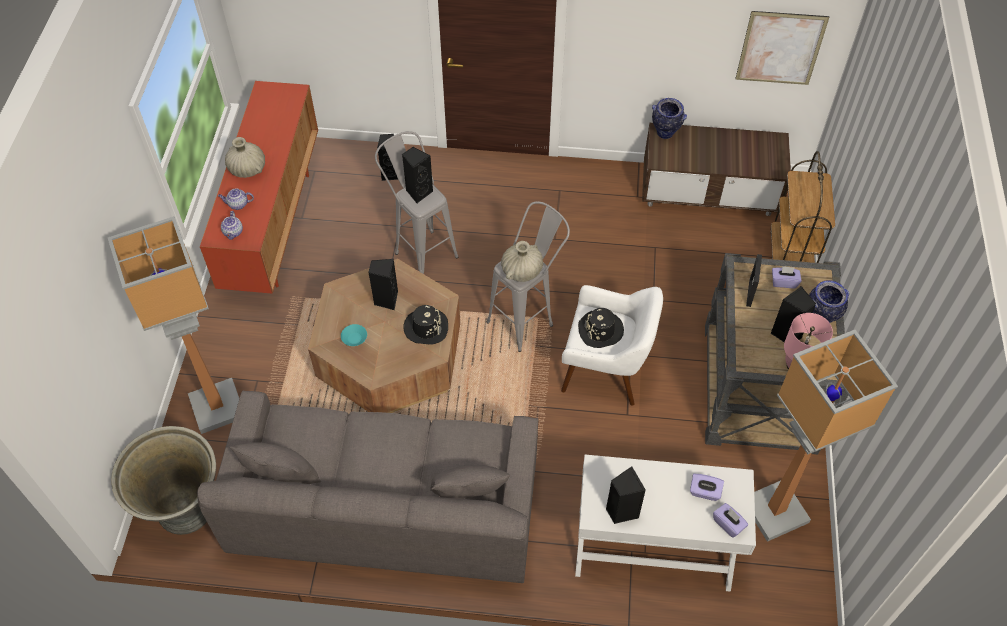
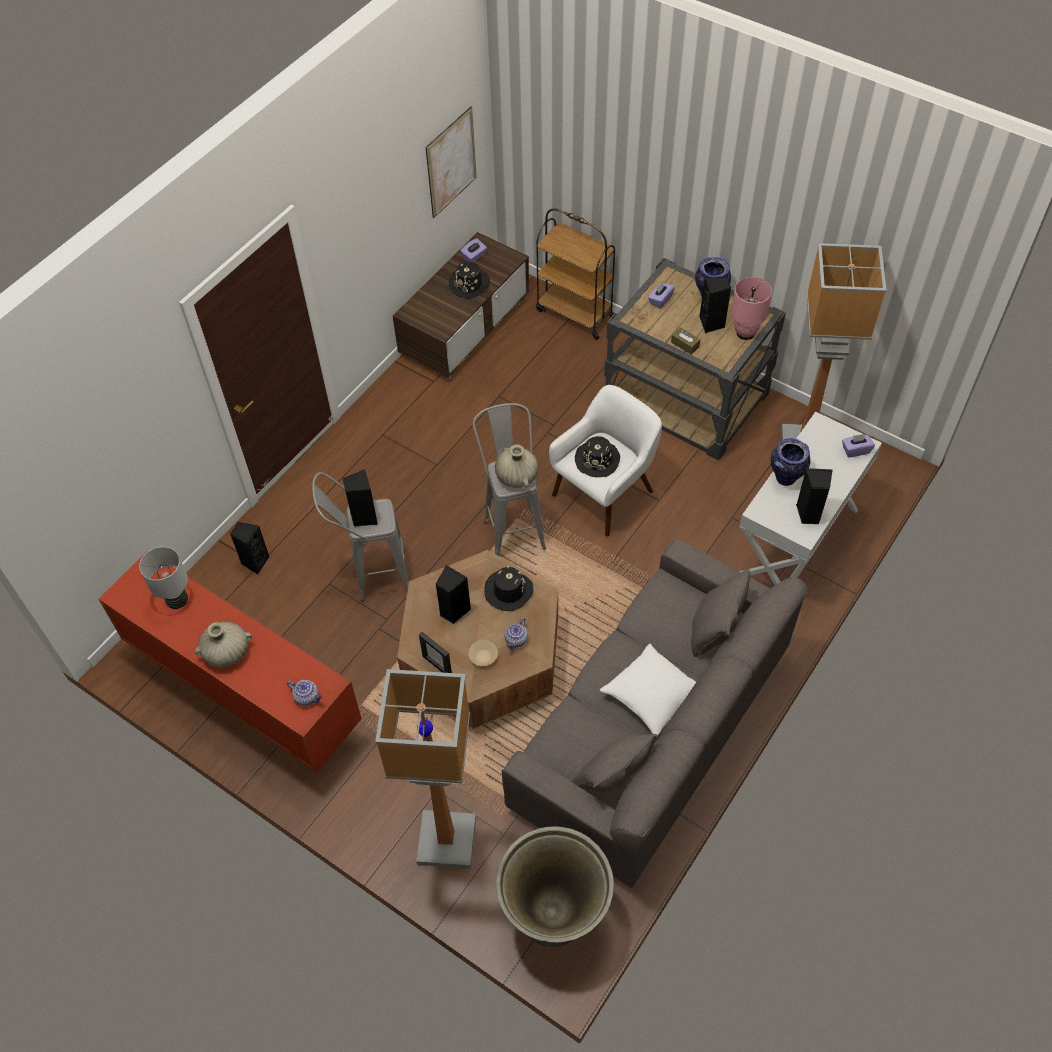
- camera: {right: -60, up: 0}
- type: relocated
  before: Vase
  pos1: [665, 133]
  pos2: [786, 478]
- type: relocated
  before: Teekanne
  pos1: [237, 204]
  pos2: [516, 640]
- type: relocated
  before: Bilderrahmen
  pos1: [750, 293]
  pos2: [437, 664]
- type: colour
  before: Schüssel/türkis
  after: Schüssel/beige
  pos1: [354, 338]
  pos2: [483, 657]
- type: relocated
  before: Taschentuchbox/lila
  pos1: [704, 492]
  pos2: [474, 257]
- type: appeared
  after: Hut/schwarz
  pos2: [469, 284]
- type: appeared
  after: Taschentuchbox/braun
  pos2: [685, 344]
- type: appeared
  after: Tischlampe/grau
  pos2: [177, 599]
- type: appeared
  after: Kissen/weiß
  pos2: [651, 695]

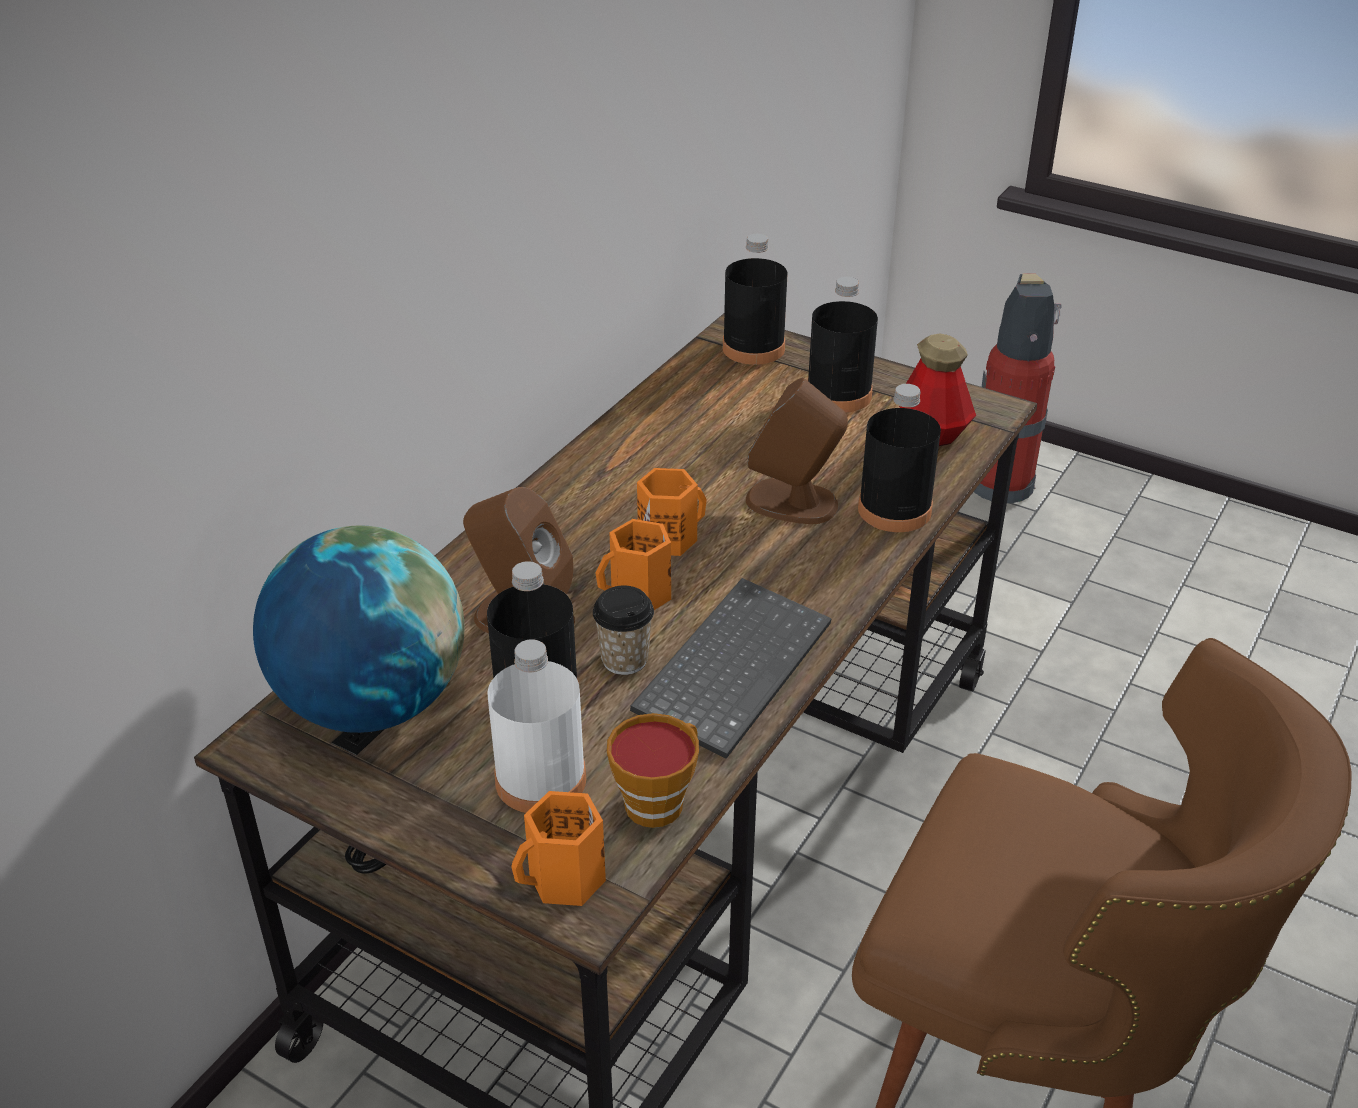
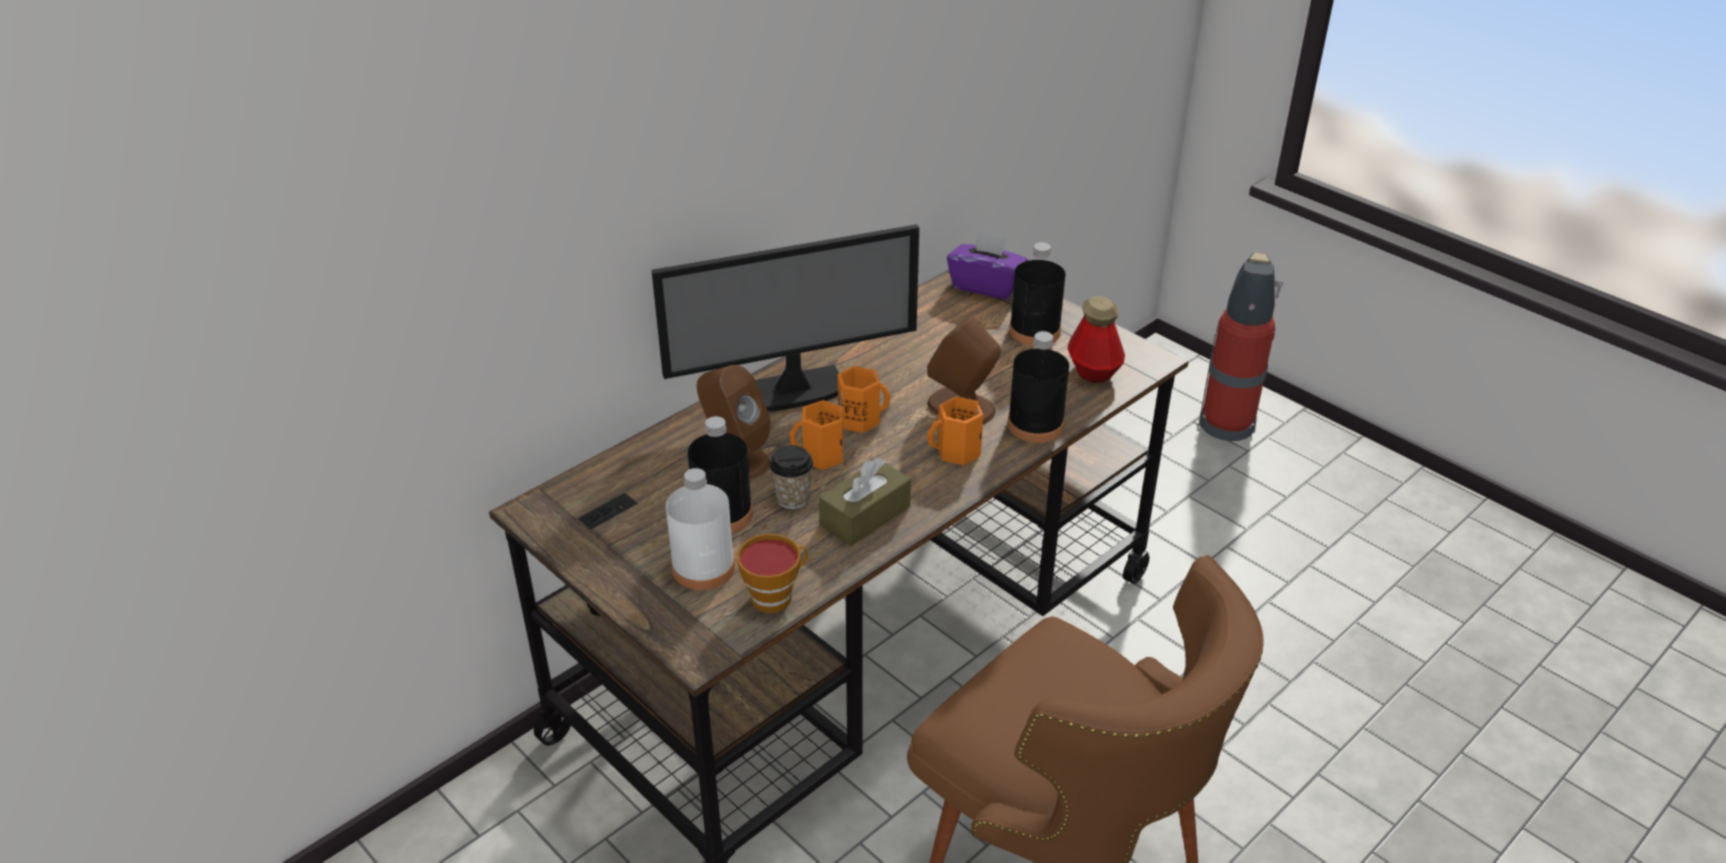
- camera: {right: 15, up: 0}
- type: exchanged
  before: Flasche/schwarz
  after: Taschentuchbox/lila
  pos1: [753, 348]
  pos2: [986, 286]
- type: missing
  before: Globus
  pos1: [372, 703]
- type: exchanged
  before: Tastatur
  after: Taschentuchbox/braun
  pos1: [731, 666]
  pos2: [865, 516]
- type: relocated
  before: Henkelbecher/orange
  pos1: [565, 881]
  pos2: [957, 452]
- type: appeared
  after: Monitor
  pos2: [793, 392]

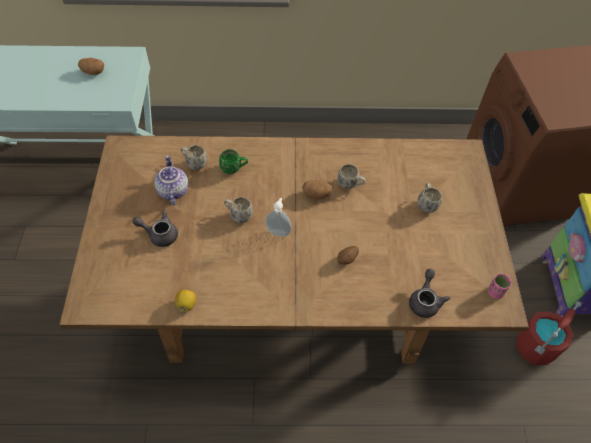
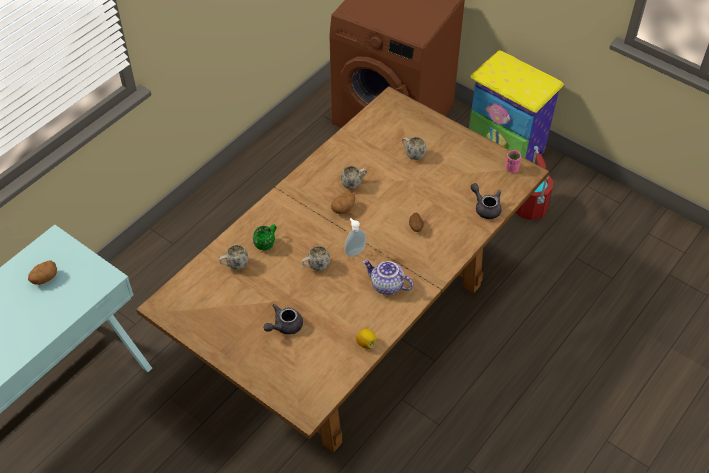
- camera: {right: -50, up: -5}
- type: relocated
  before: Teekanne
  pos1: [172, 190]
  pos2: [386, 286]

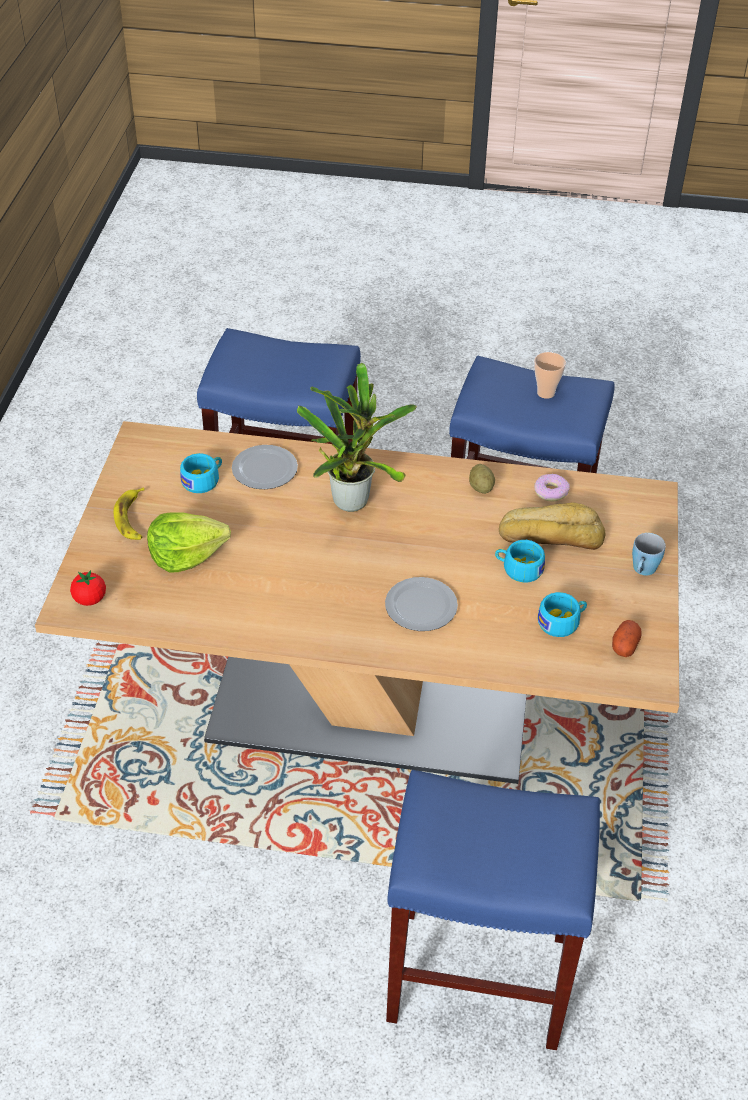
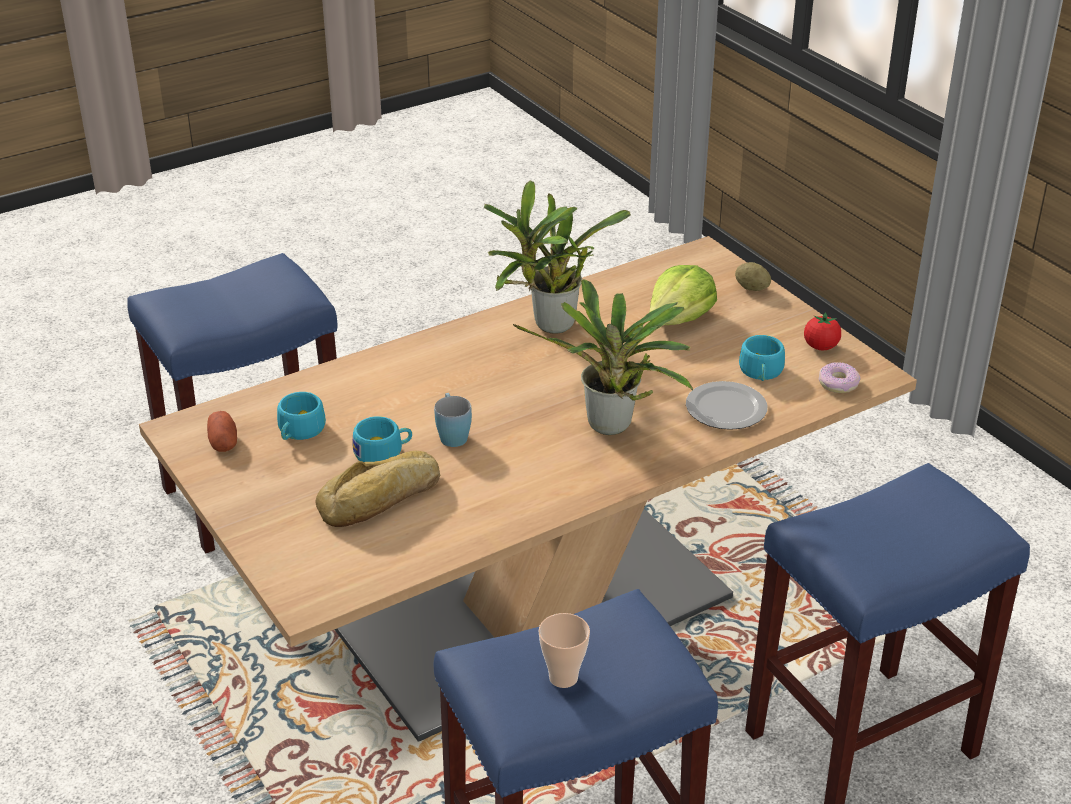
- camera: {right: 140, up: -10}
- type: relocated
  before: Kartoffel
  pos1: [481, 488]
  pos2: [751, 288]
- type: relocated
  before: Donut
  pos1: [550, 492]
  pos2: [838, 383]
- type: missing
  before: Banane
  pos1: [132, 518]
- type: relocated
  before: Henkelbecher/blau
  pos1: [642, 571]
  pos2: [452, 434]
- type: relocated
  before: Tomate
  pos1: [90, 599]
  pos2: [820, 347]
- type: missing
  before: Teller
  pos1: [422, 607]
- type: appeared
  after: Topfpflanze
  pos2: [549, 327]

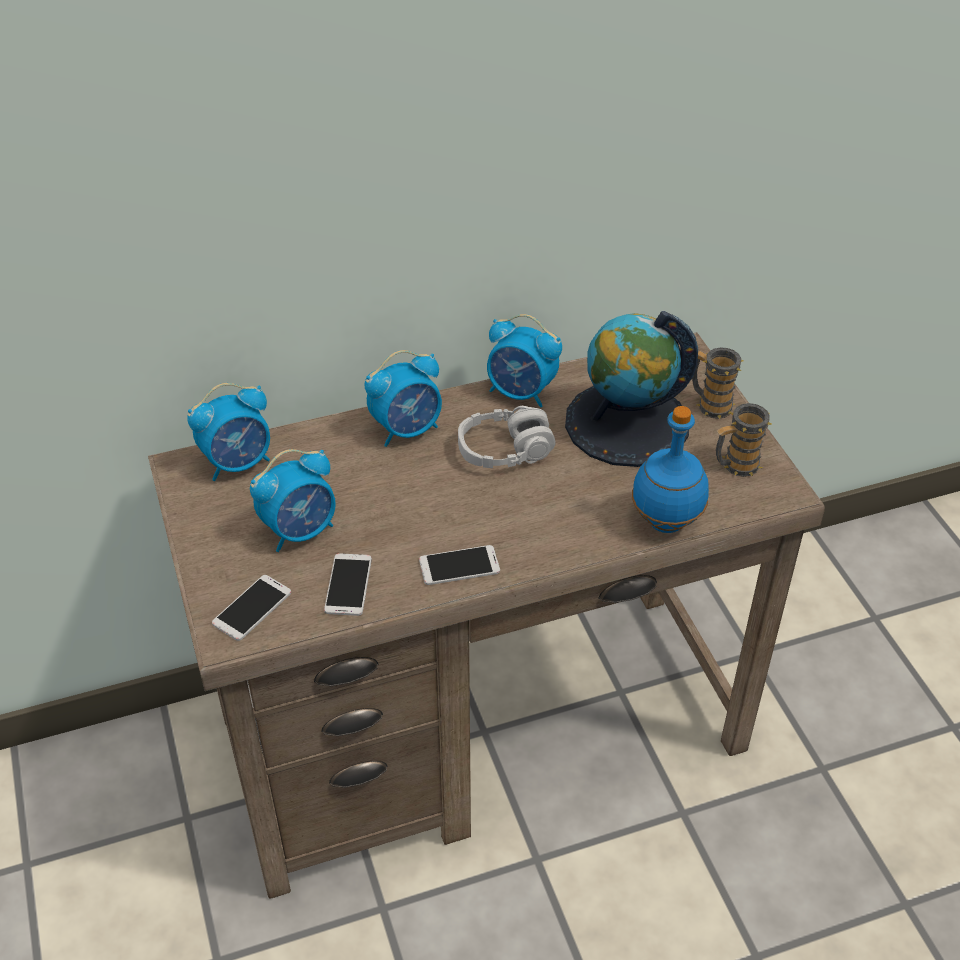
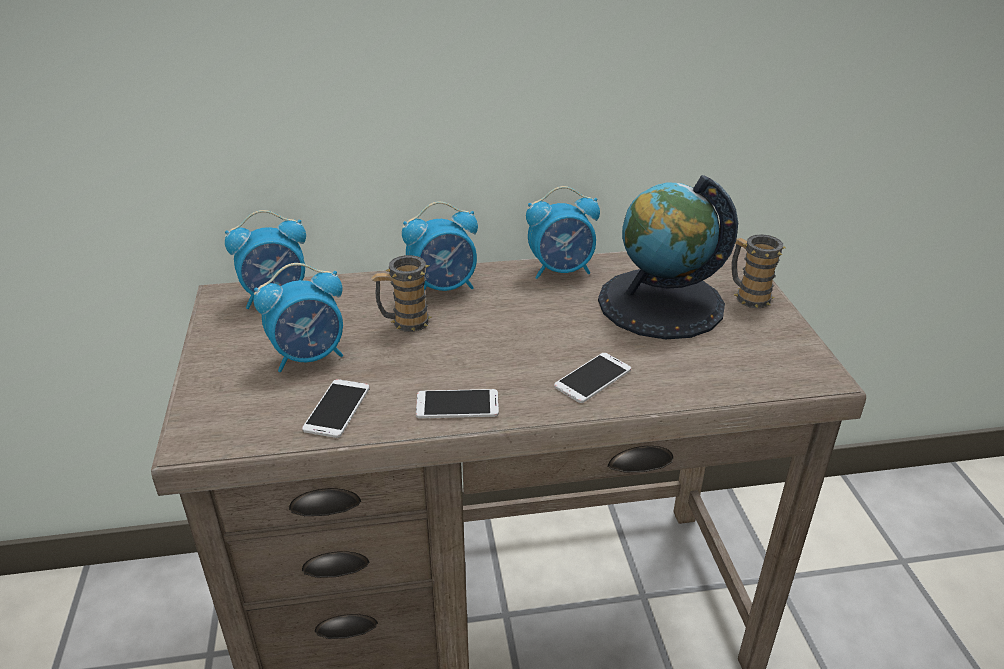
- camera: {right: 10, up: -10}
- type: spun
  before: Wecker
  pos1: [521, 393]
  pos2: [561, 270]
  turn: -45
- type: relocated
  before: Henkelbecher
  pos1: [735, 466]
  pos2: [404, 322]
- type: missing
  before: Kopfhörer/grau
  pos1: [505, 450]
- type: missing
  before: Flasche/blau
  pos1: [666, 522]
- type: relocated
  before: Handy
  pos1: [252, 608]
  pos2: [592, 378]

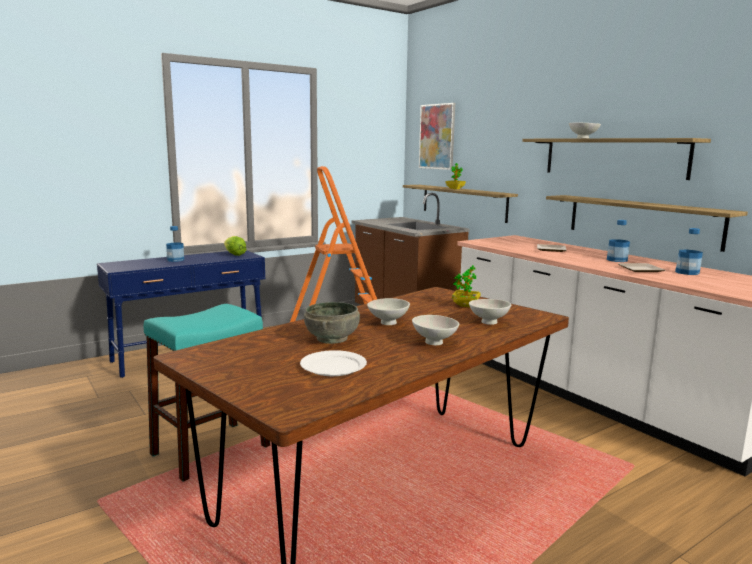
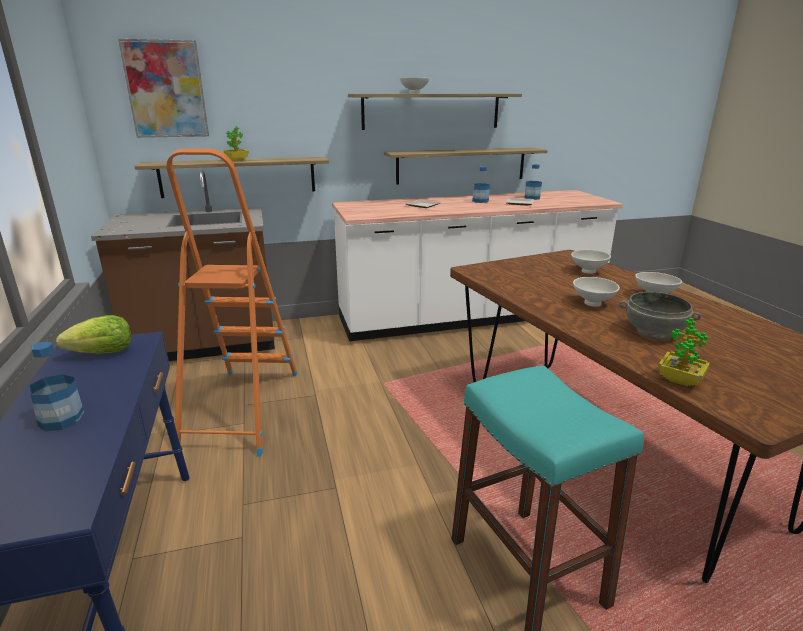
- camera: {right: -70, up: 10}
- type: relocated
  before: Topfpflanze
  pos1: [465, 305]
  pos2: [680, 380]
- type: missing
  before: Teller/weiß
  pos1: [333, 366]

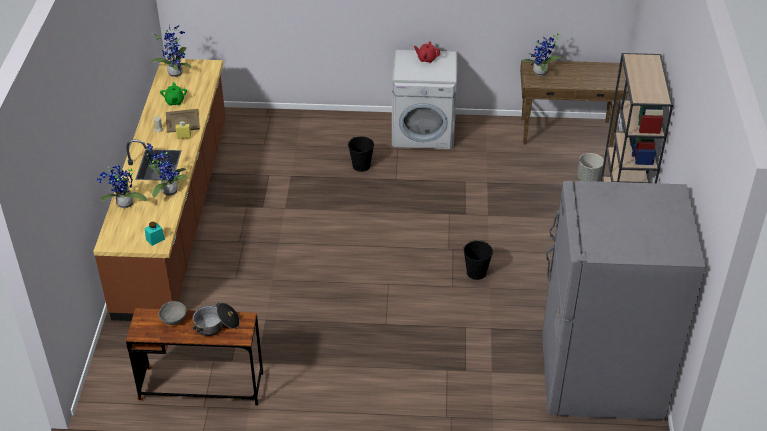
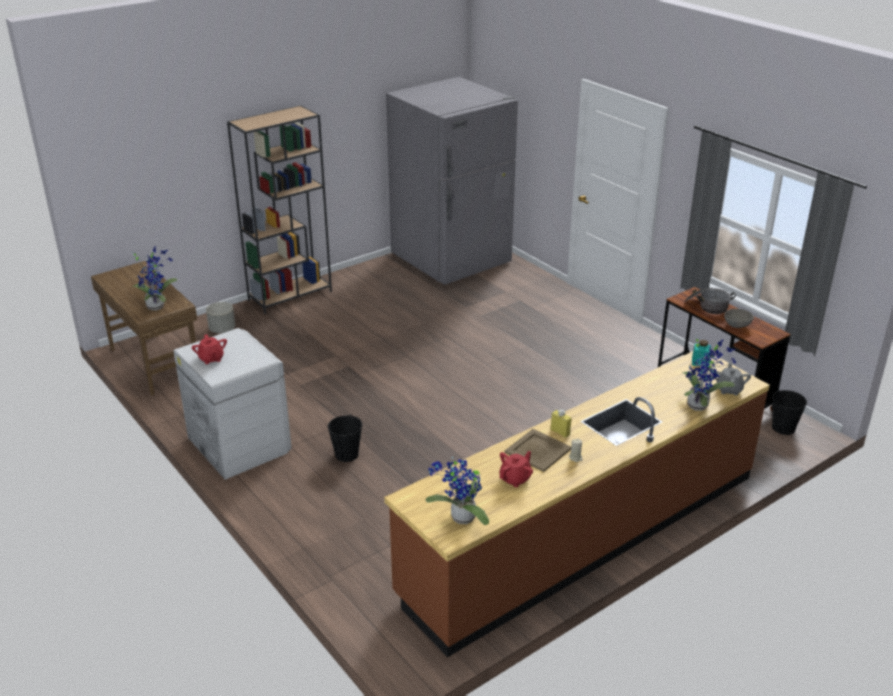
- camera: {right: -130, up: -10}
- type: colour
  before: Teekanne/grün
  after: Teekanne/rot
  pos1: [175, 102]
  pos2: [515, 479]
- type: missing
  before: Topfpflanze
  pos1: [167, 190]
- type: relocated
  before: Eimer/schwarz
  pos1: [476, 272]
  pos2: [783, 427]
- type: appeared
  after: Teekanne/grau
  pos2: [729, 389]

